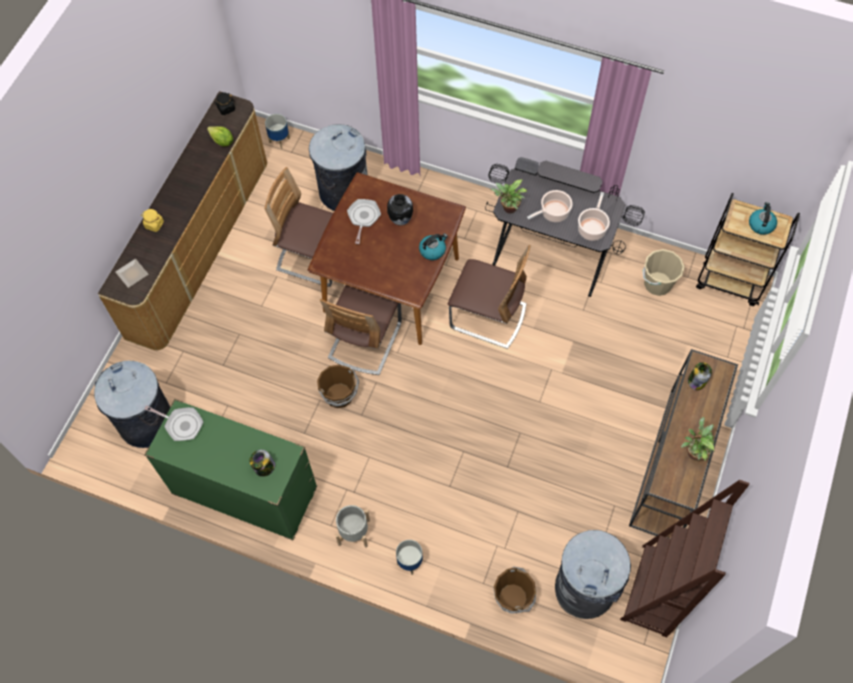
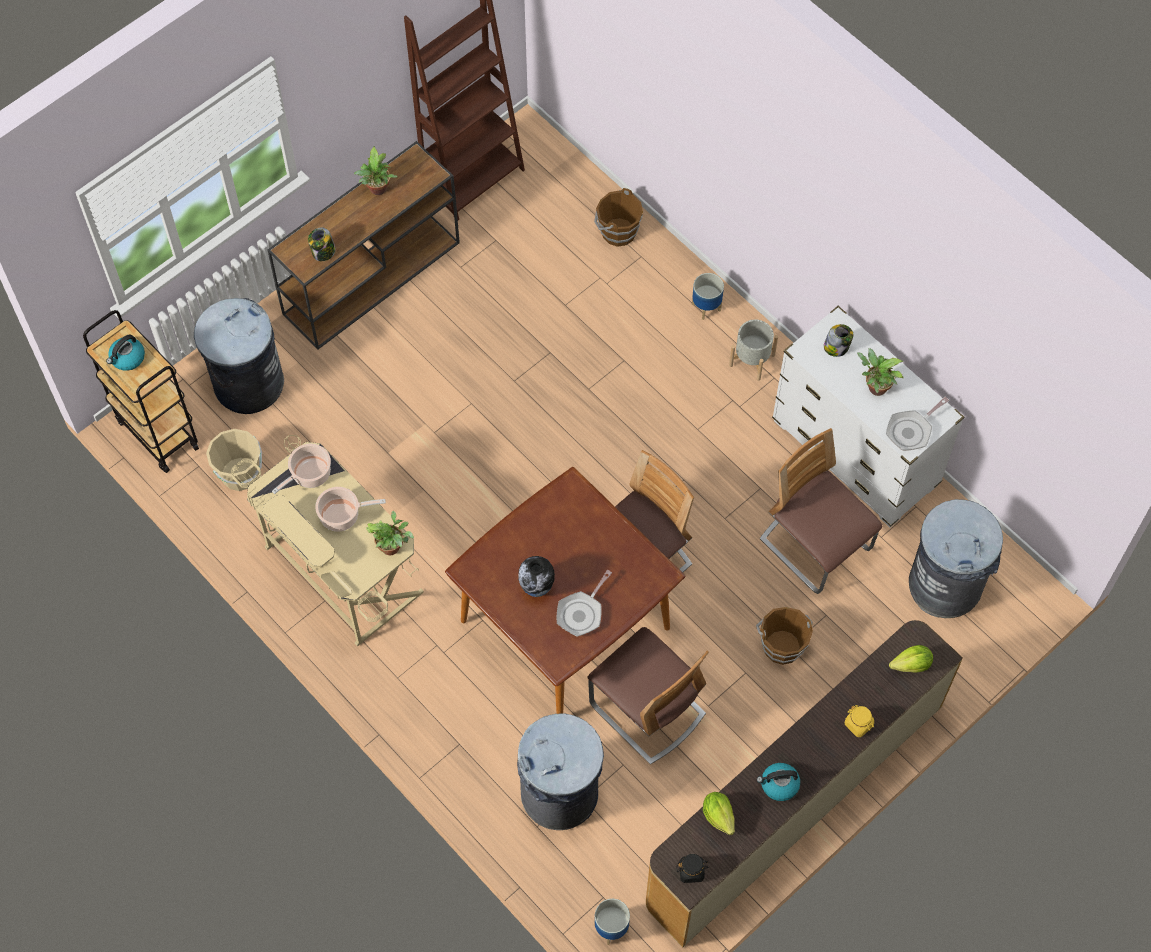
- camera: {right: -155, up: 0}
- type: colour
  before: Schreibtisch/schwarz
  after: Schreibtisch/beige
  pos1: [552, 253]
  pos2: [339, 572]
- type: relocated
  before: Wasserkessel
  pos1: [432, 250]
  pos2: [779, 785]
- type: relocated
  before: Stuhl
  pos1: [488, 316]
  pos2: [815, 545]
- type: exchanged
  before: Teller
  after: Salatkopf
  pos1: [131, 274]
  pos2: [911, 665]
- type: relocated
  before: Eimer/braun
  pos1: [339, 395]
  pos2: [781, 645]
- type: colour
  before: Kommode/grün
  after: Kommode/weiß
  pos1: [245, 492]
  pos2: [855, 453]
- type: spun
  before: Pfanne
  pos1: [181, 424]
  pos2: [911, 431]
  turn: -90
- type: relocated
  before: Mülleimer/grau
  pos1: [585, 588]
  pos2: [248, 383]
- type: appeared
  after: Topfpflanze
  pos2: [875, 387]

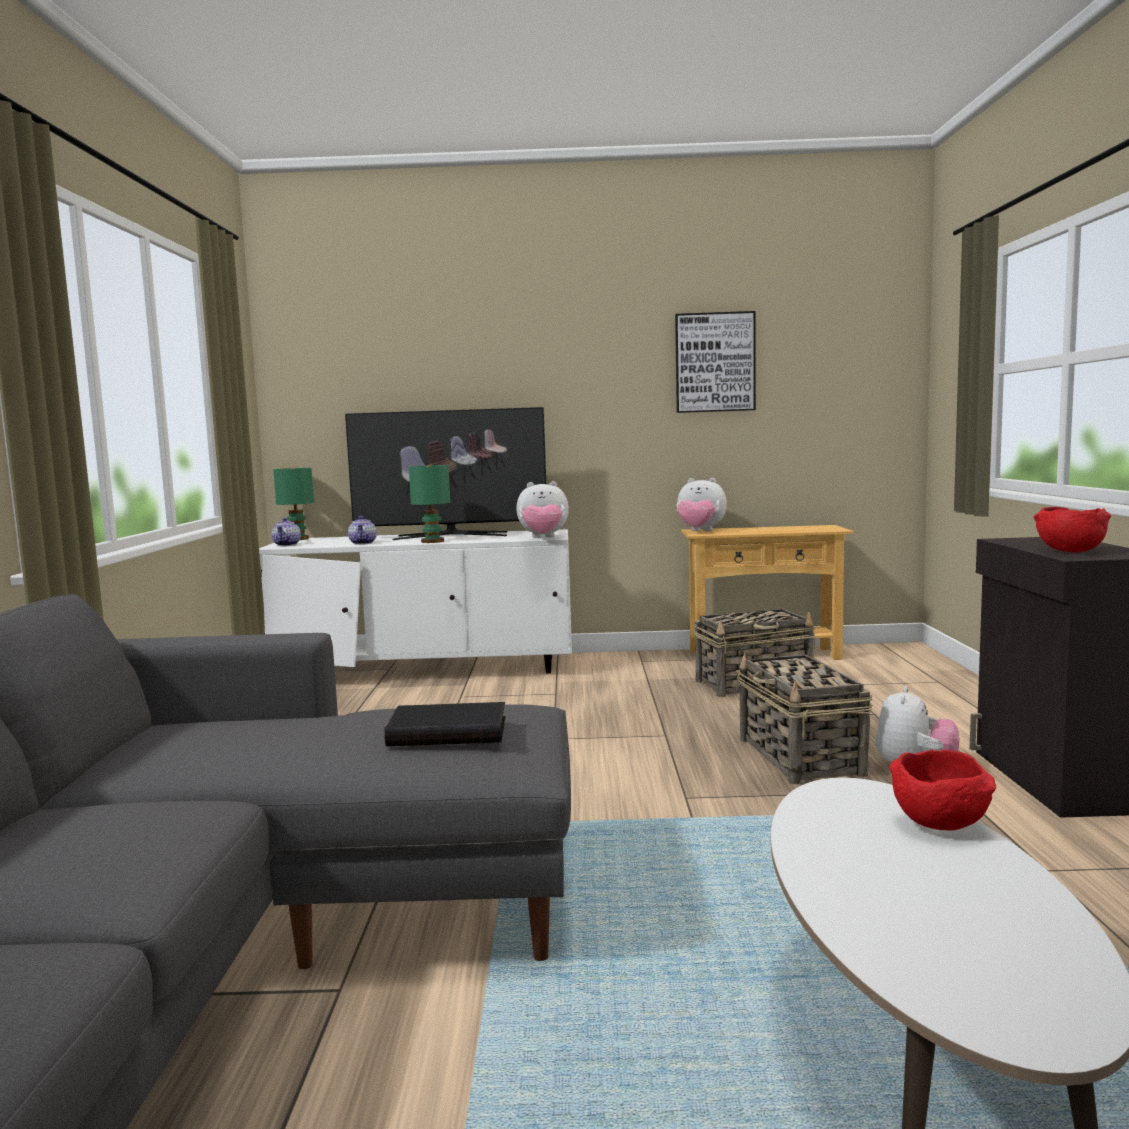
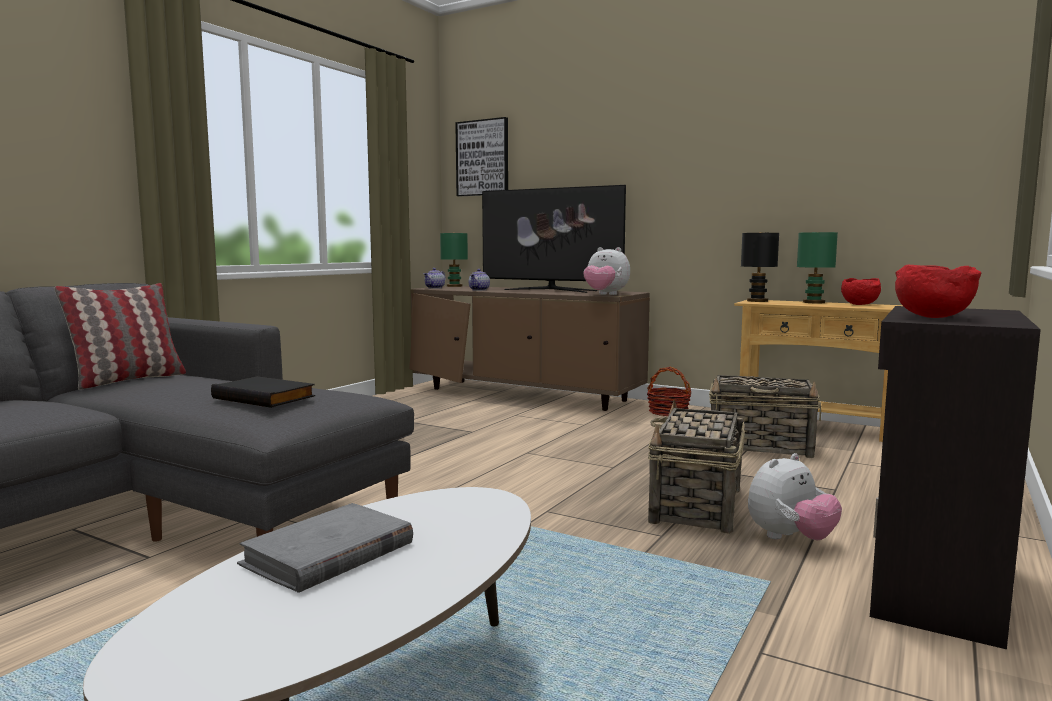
- camera: {right: 30, up: 0}
- type: relocated
  before: Bild
  pos1: [715, 362]
  pos2: [482, 158]
- type: relocated
  before: Tischlampe/grün
  pos1: [432, 541]
  pos2: [813, 302]
- type: exchanged
  before: Plüschtier
  after: Tischlampe/schwarz
  pos1: [700, 531]
  pos2: [758, 301]
- type: colour
  before: Fernsehschrank/weiß
  after: Fernsehschrank/braun
  pos1: [423, 670]
  pos2: [521, 395]
- type: relocated
  before: Schüssel/rot
  pos1: [941, 824]
  pos2: [861, 305]
- type: appeared
  after: Kissen
  pos2: [128, 380]
- type: appeared
  after: Korb
  pos2: [668, 412]
- type: appeared
  after: Buch/grau
  pos2: [328, 554]

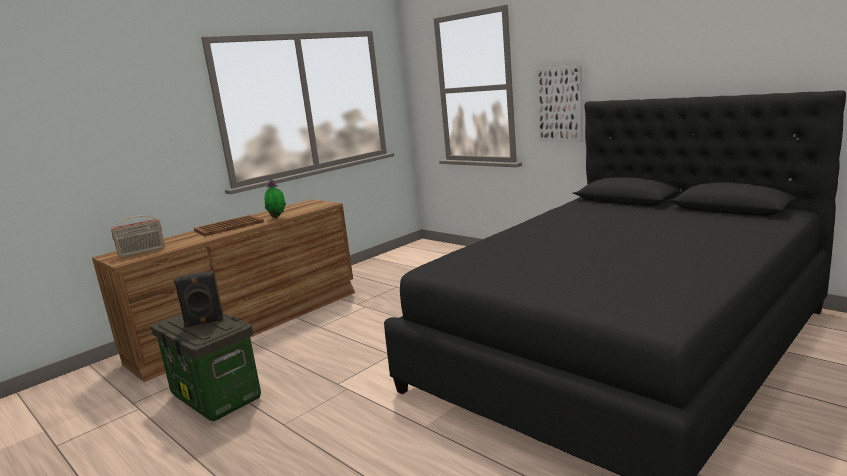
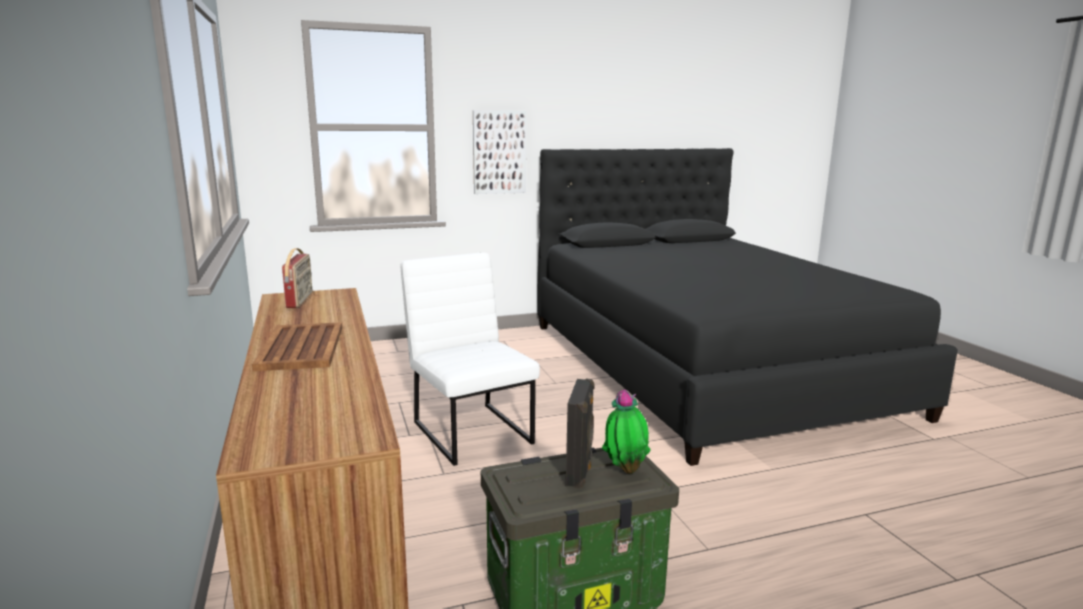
- camera: {right: -65, up: 0}
- type: relocated
  before: Topfpflanze
  pos1: [277, 217]
  pos2: [625, 470]
- type: relocated
  before: Radio
  pos1: [142, 252]
  pos2: [300, 300]
- type: appeared
  after: Stuhl/weiß
  pos2: [471, 430]

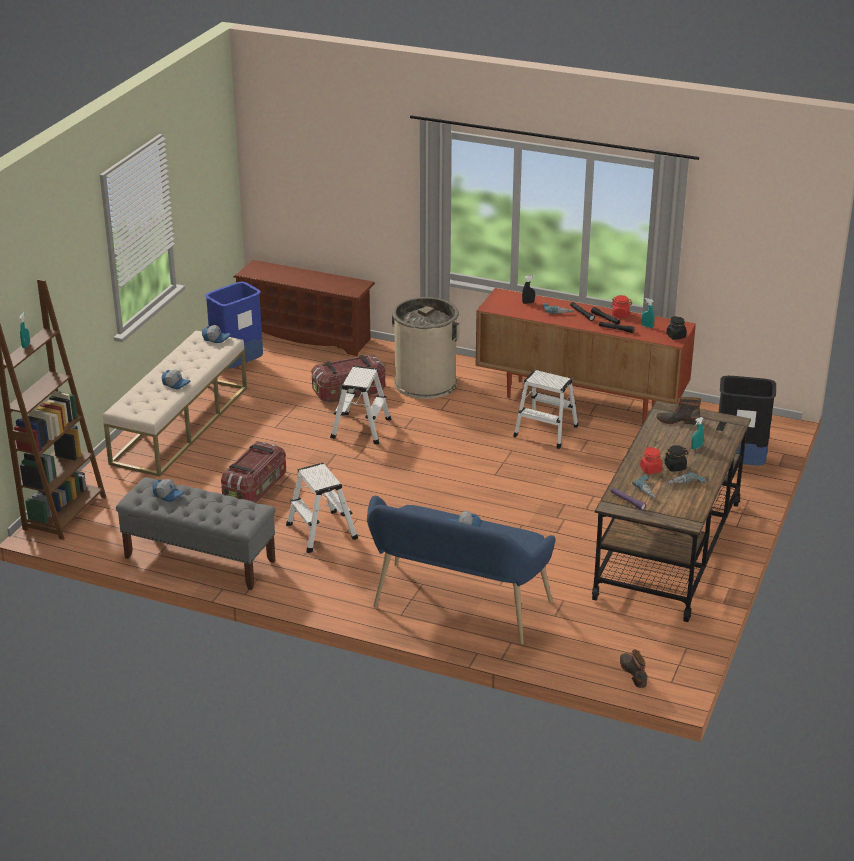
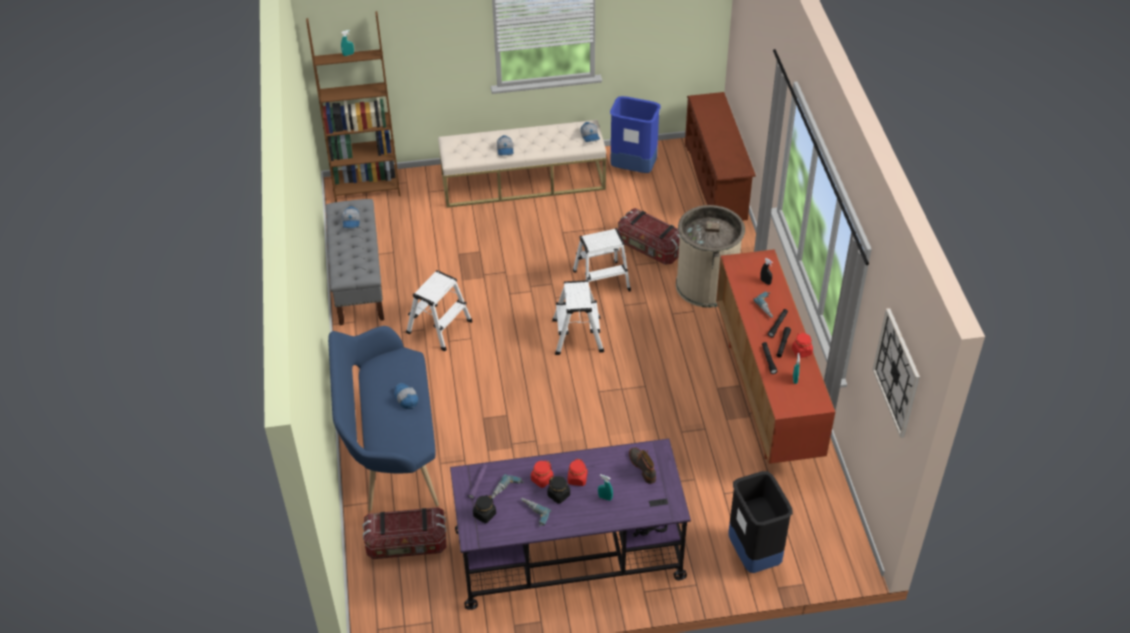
- camera: {right: 60, up: 15}
- type: relocated
  before: Vorratsglas/schwarz
  pos1: [676, 336]
  pos2: [484, 515]
- type: relocated
  before: Trittleiter/weiß
  pos1: [545, 431]
  pos2: [578, 335]
- type: colour
  before: Schreibtisch/braun
  after: Schreibtisch/lila
  pos1: [668, 550]
  pos2: [569, 555]
- type: relocated
  before: Aufbewahrungsbox
  pos1: [256, 489]
  pos2: [407, 544]
- type: missing
  before: Stiefel
  pos1: [634, 672]
- type: appeared
  after: Wanduhr
  pos2: [897, 372]
- type: appeared
  after: Vorratsglas/rot
  pos2: [577, 479]

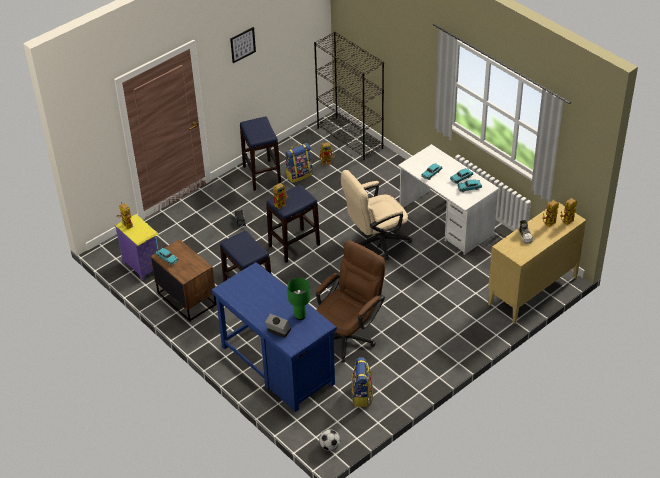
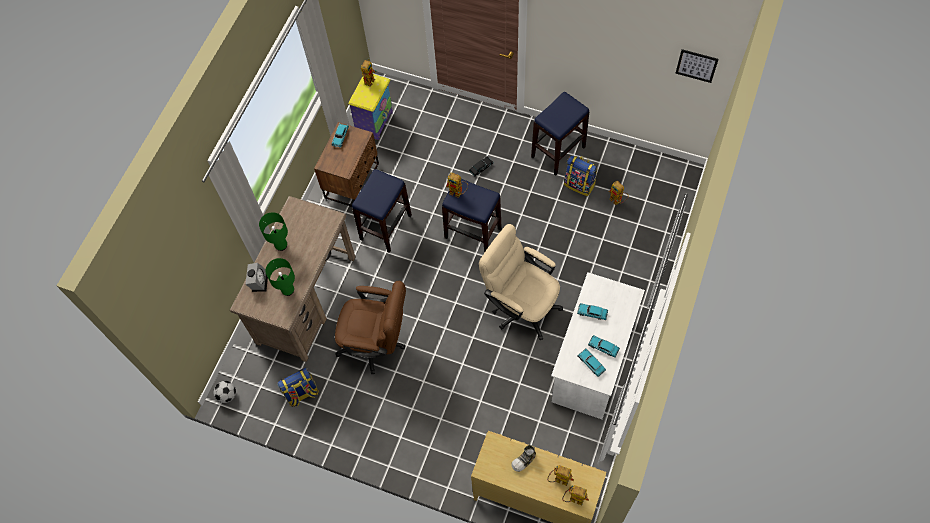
- camera: {right: 65, up: 20}
- type: relocated
  before: Bild
  pos1: [242, 45]
  pos2: [696, 65]
- type: missing
  before: Bücherregal/schwarz
  pos1: [350, 138]
- type: colour
  before: Schreibtisch/blau
  after: Schreibtisch/braun
  pos1: [276, 365]
  pos2: [306, 299]
- type: appeared
  after: Tischlampe/grün
  pos2: [281, 245]

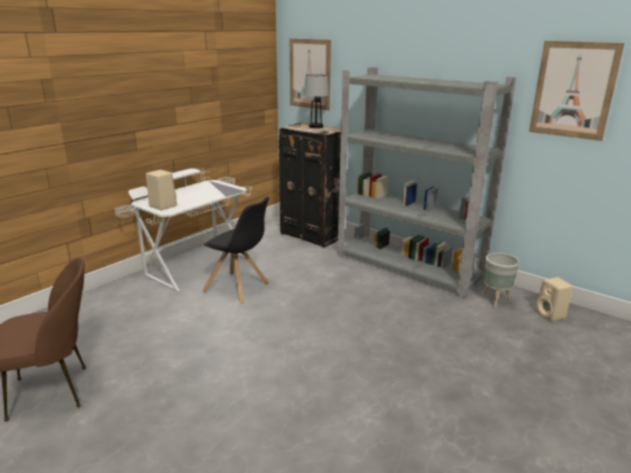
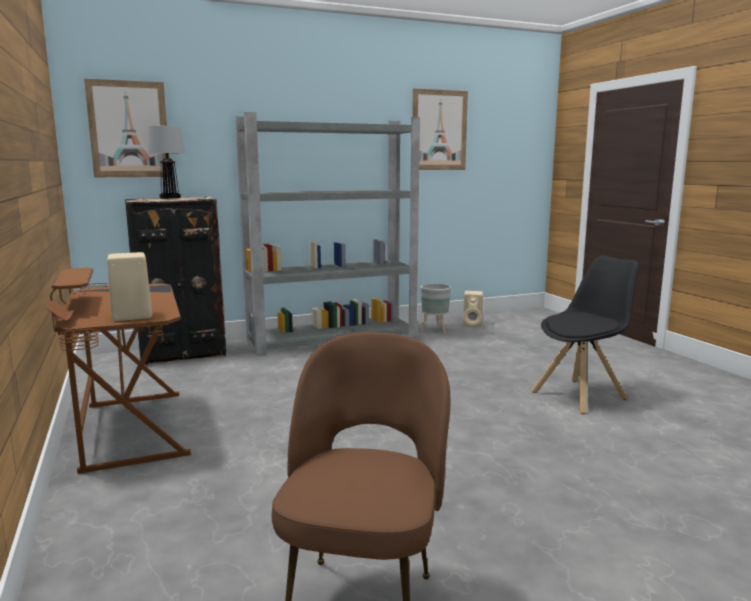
- camera: {right: -60, up: -10}
- type: colour
  before: Schreibtisch/weiß
  after: Schreibtisch/braun
  pos1: [196, 266]
  pos2: [129, 429]
- type: relocated
  before: Stuhl/schwarz
  pos1: [239, 288]
  pos2: [581, 394]

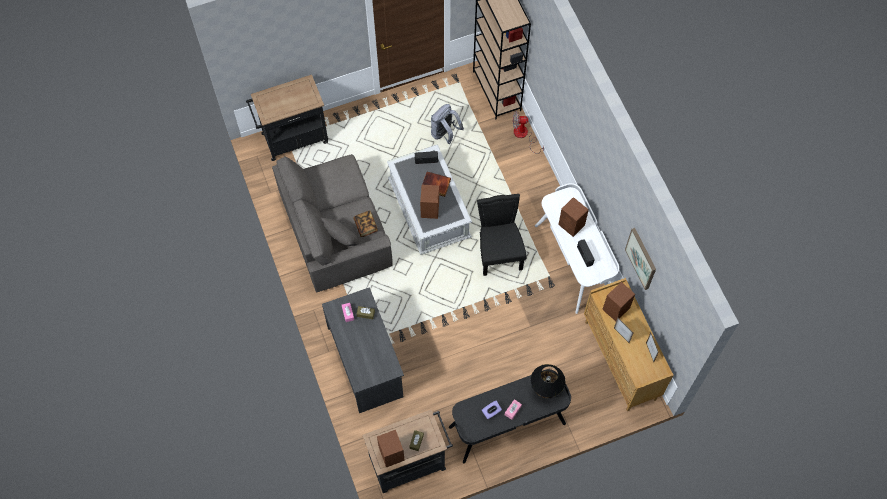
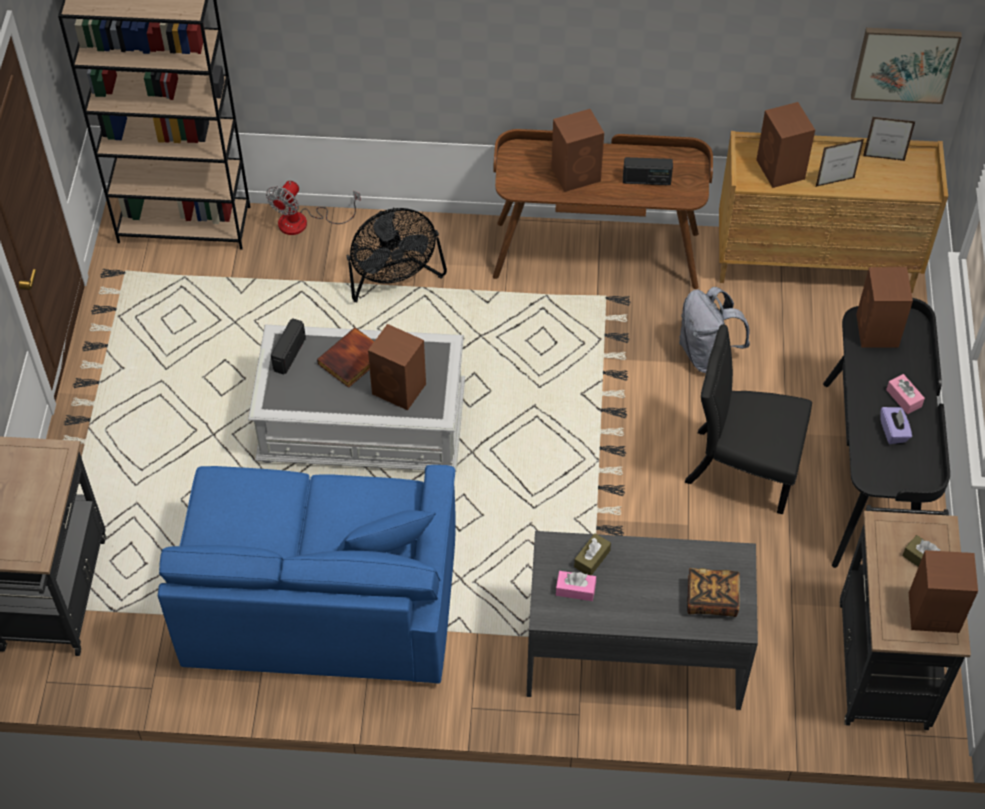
- camera: {right: -65, up: -10}
- type: relocated
  before: Rucksack/grau
  pos1: [444, 134]
  pos2: [707, 354]
- type: colour
  before: Sofa/grau
  after: Sofa/blau
  pos1: [336, 232]
  pos2: [321, 600]
- type: colour
  before: Schreibtisch/weiß
  after: Schreibtisch/braun
  pos1: [573, 262]
  pos2: [596, 253]
- type: relocated
  before: Stuhl/schwarz
  pos1: [499, 253]
  pos2: [743, 469]
- type: relocated
  before: Buch
  pos1: [366, 226]
  pos2: [711, 599]
- type: relocated
  before: Bild
  pos1: [641, 258]
  pos2: [904, 64]
- type: exchanged
  before: Tischlampe/schwarz
  after: Lautsprecher/braun
  pos1: [546, 387]
  pos2: [877, 331]
- type: appeared
  after: Ventilator/schwarz
  pos2: [389, 276]

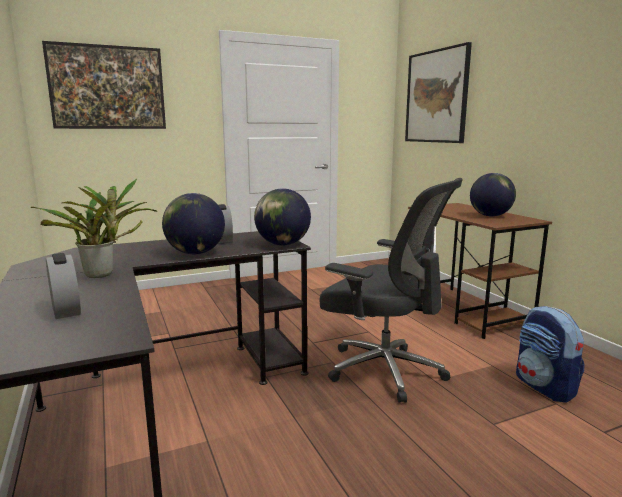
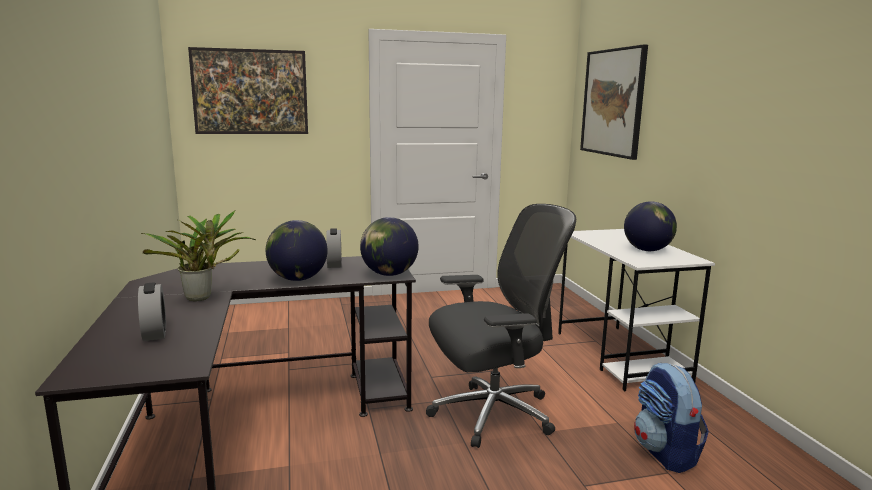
- camera: {right: 10, up: 0}
- type: spun
  before: Bürostuhl
  pos1: [382, 371]
  pos2: [492, 415]
  turn: -60
- type: colour
  before: Schreibtisch/braun
  after: Schreibtisch/weiß
  pos1: [466, 311]
  pos2: [621, 356]

